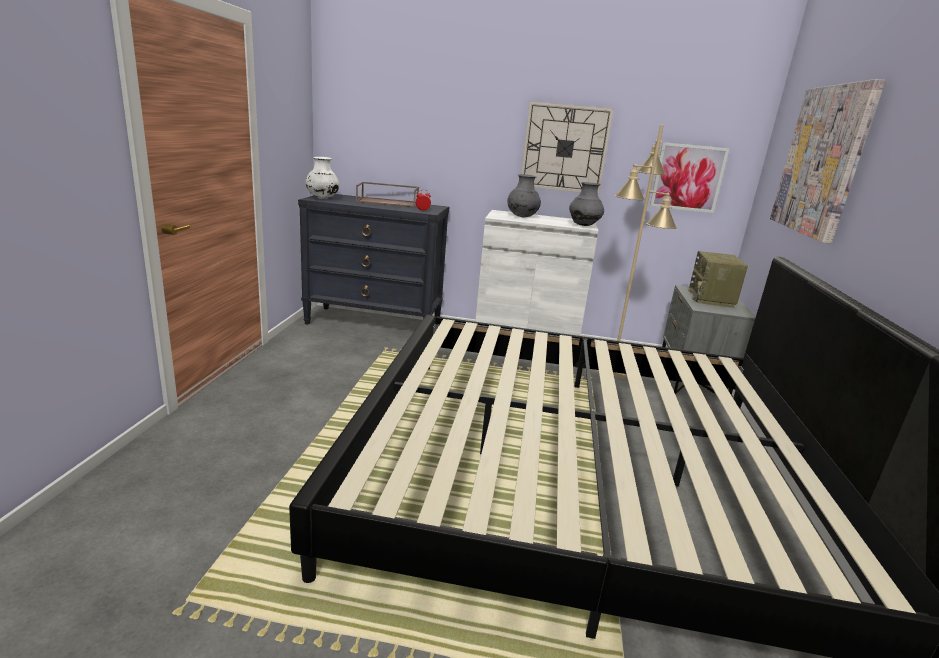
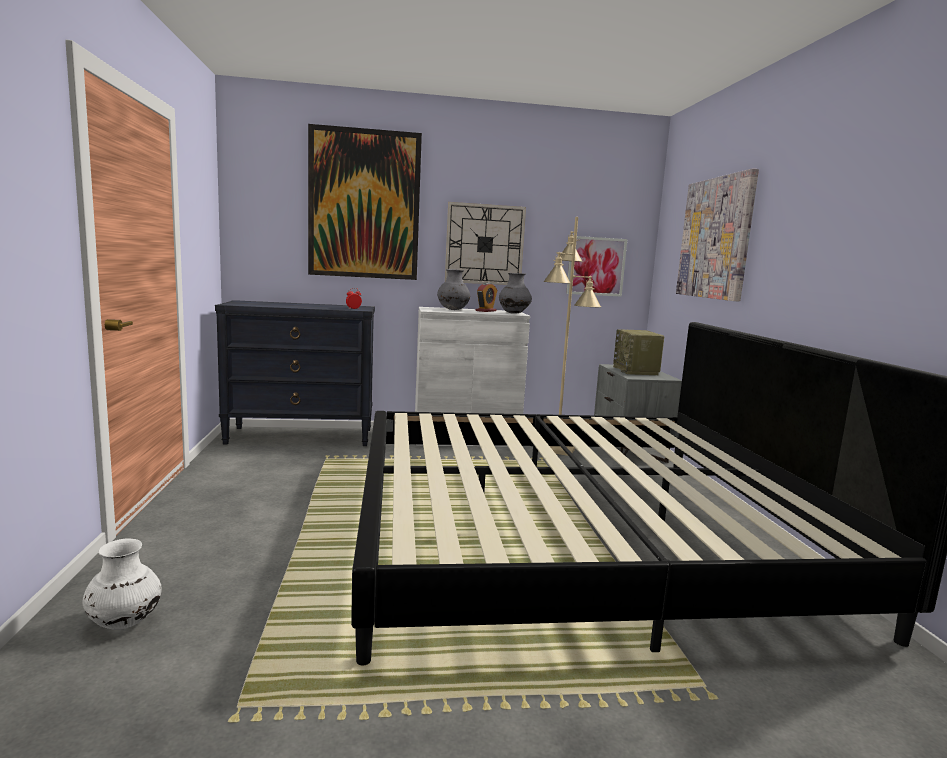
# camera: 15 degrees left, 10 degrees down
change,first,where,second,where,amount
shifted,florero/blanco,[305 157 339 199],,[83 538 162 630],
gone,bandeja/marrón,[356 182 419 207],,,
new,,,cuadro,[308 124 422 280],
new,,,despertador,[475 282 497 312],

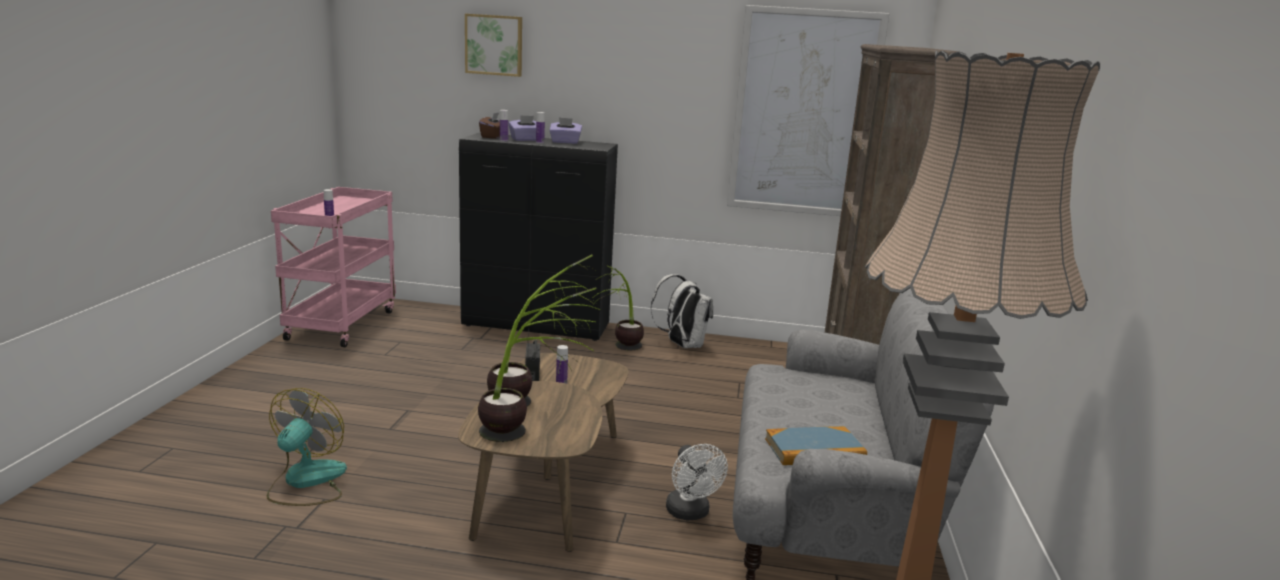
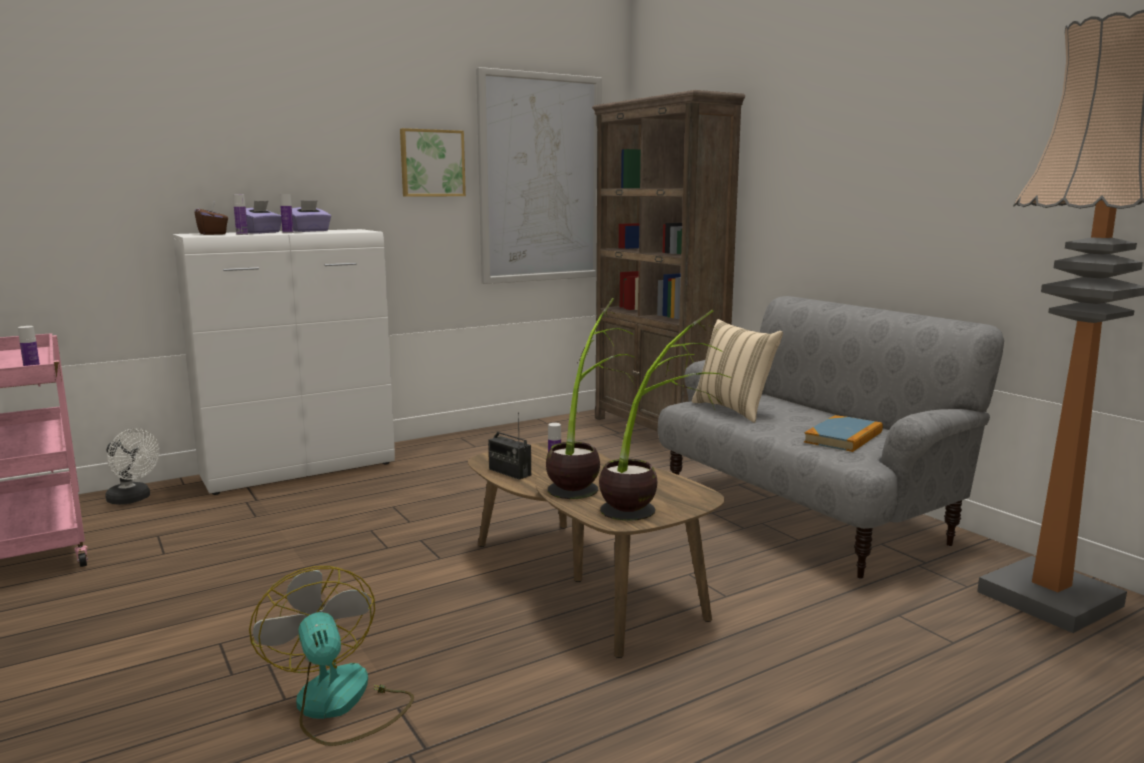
# camera: 40 degrees left, 5 degrees down
change,first,where,second,where,amount
shifted,cuadro,[465 14 522 77],,[400 128 466 197],
repainted,armario/negro,[459 133 618 341],armario/blanco,[173 229 395 495],
gone,planta en maceta,[594 265 644 351],,,
gone,mochila/blanco,[651 274 713 348],,,
shifted,ventilador/blanco,[666 444 728 521],,[105 428 159 505],
new,,,cojín/beis,[692 319 783 423],

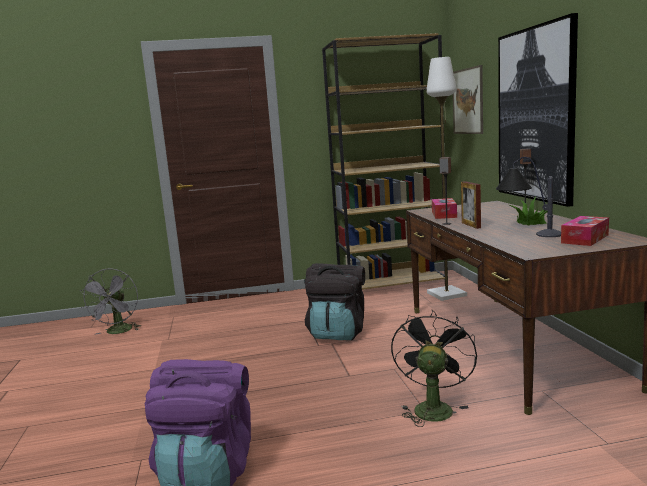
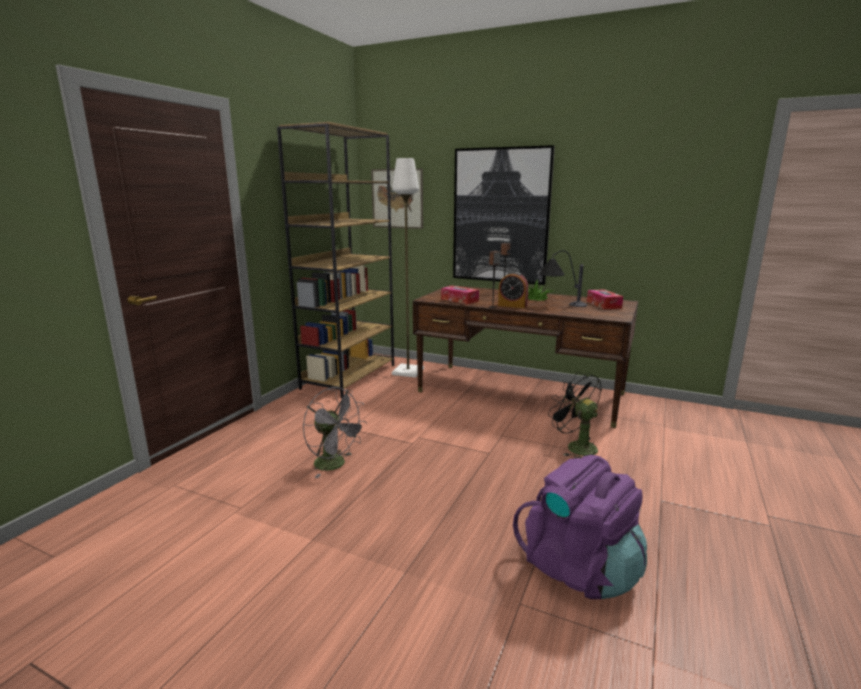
# camera: 55 degrees left, 5 degrees up
change,first,where,second,where,amount
swapped,portarretratos,[461 181 481 229],despertador,[498 272 528 308],
gone,mochila/negro,[304 263 365 341],,,
shifted,ventilador/gris,[80 268 140 334],,[303 387 367 478],

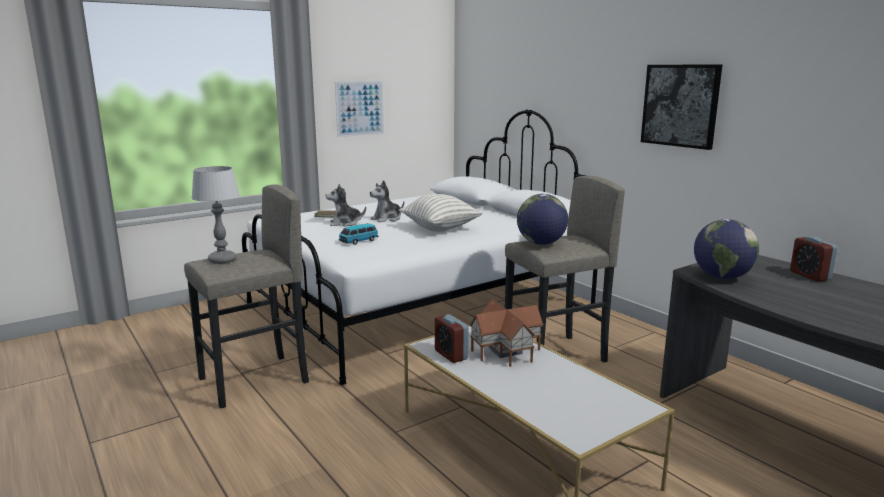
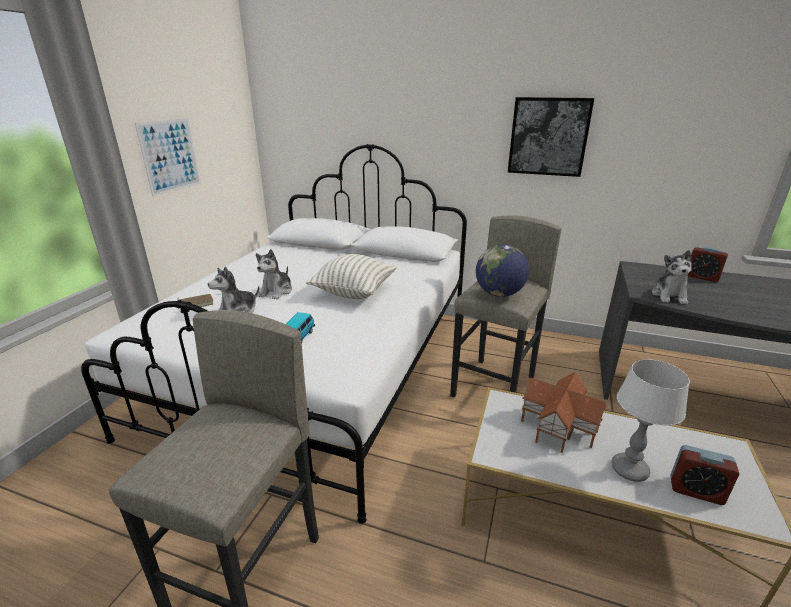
# camera: 35 degrees left, 10 degrees up
change,first,where,second,where,amount
shifted,lámpara de mesa,[192 166 240 264],,[612 359 690 482],
swapped,globo terráqueo,[694 219 759 279],peluche,[652 250 692 304],
shifted,despertador,[435 314 469 363],,[670 445 739 505],

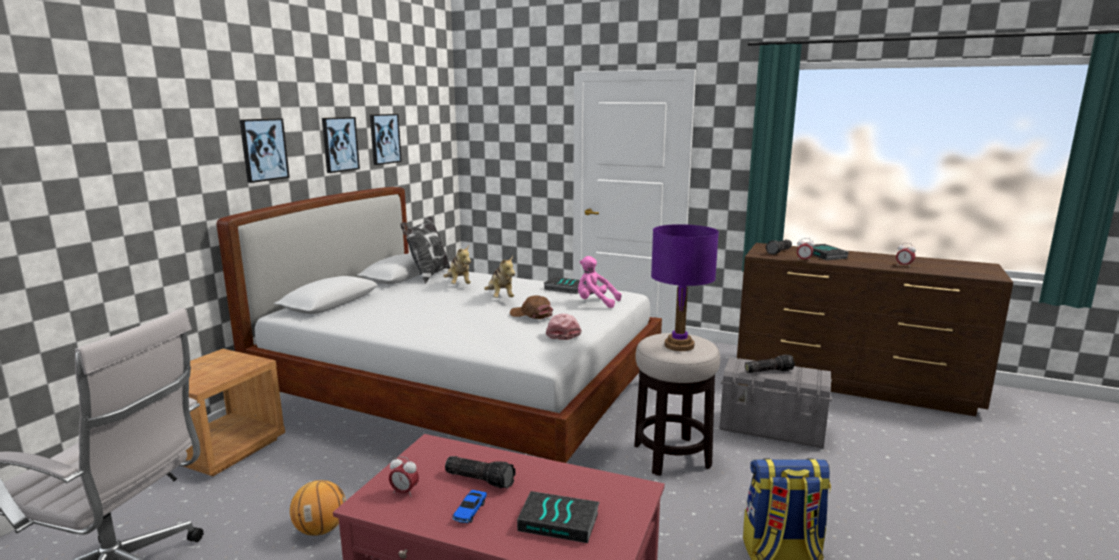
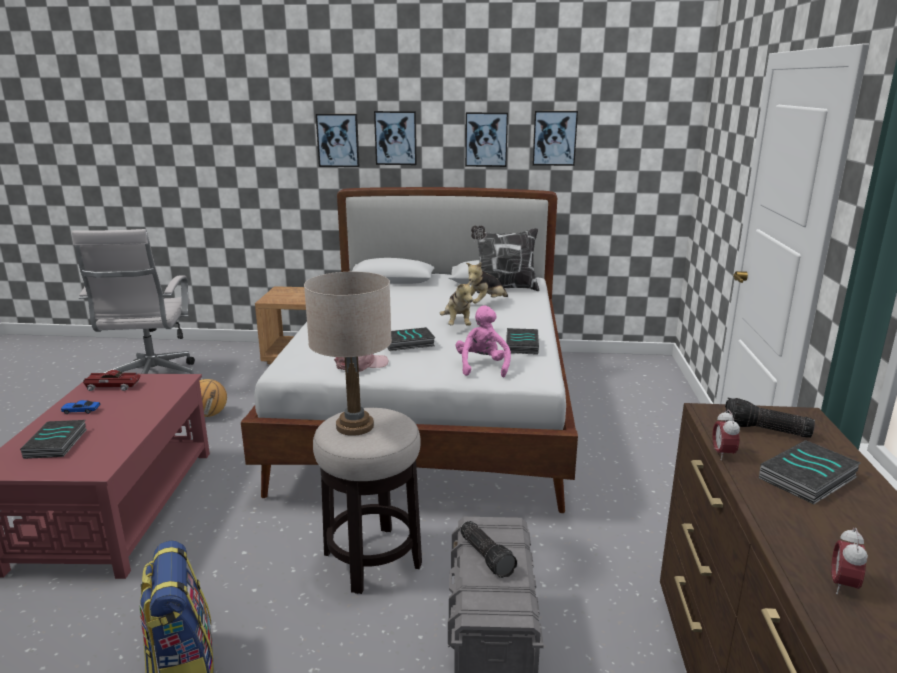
# camera: 70 degrees right, 5 degrees up
change,first,where,second,where,amount
repainted,lámpara de mesa/morado,[651 224 719 351],lámpara de mesa/beis,[304 272 392 436],
rotated,peluche,[484 256 515 298],,[440 279 473 326],60 degrees counterclockwise
swapped,gorra/marrón,[510 295 553 319],libro,[387 327 435 351],
swapped,despertador,[389 456 419 497],coche de juguete,[83 370 141 391],
gone,linterna,[445 456 516 488],,,
new,,,cuadro,[316 114 360 167],

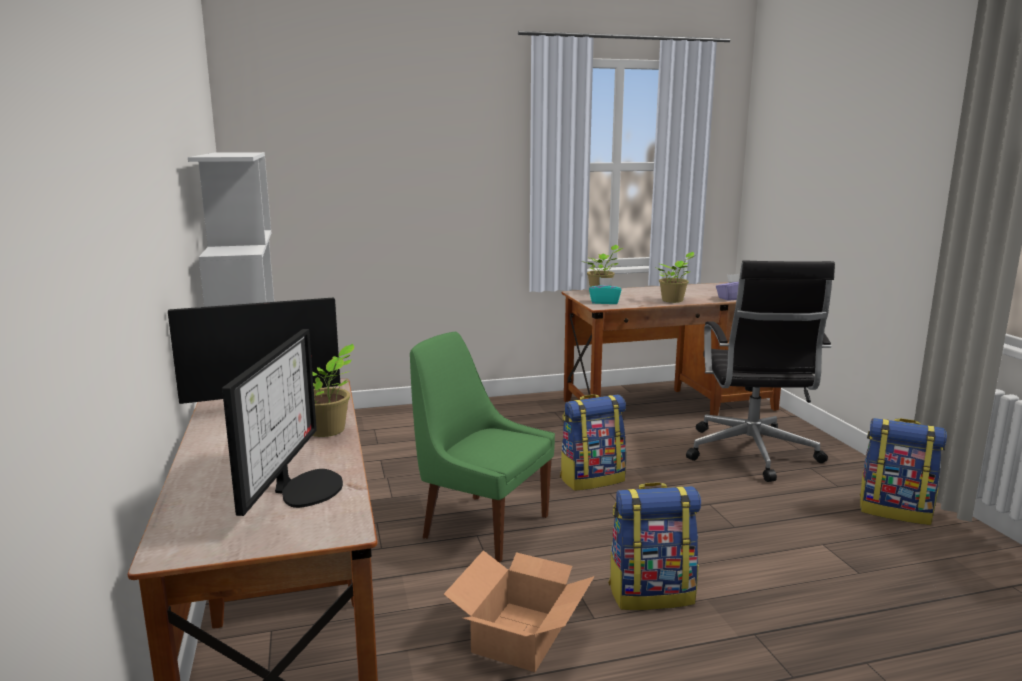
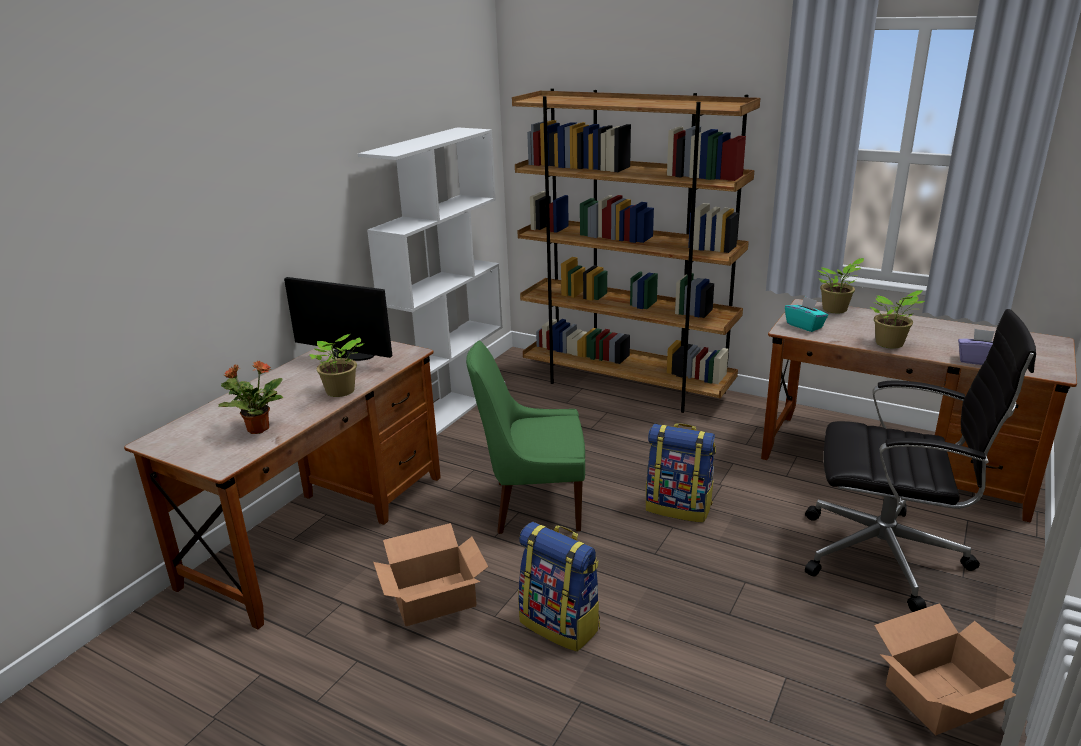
# camera: 45 degrees right, 10 degrees up
change,first,where,second,where,amount
rotated,silla de oficina/negro,[686 261 835 482],,[805 309 1036 612],120 degrees counterclockwise
swapped,monitor,[222 329 343 516],planta en maceta,[218 361 283 434],
rotated,silla/verde,[410 332 555 563],,[466 341 585 534],75 degrees counterclockwise
swapped,mochila,[860 418 947 525],caja de cartón,[874 603 1016 735],
new,,,estantería/marrón,[512 89 760 413],

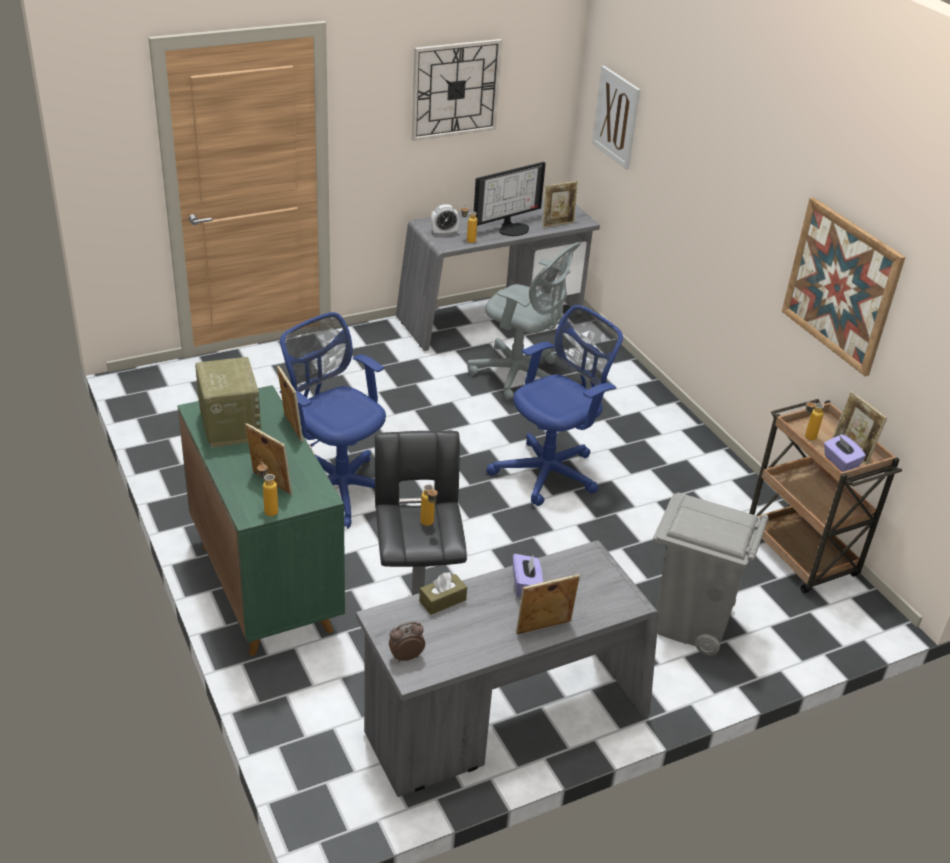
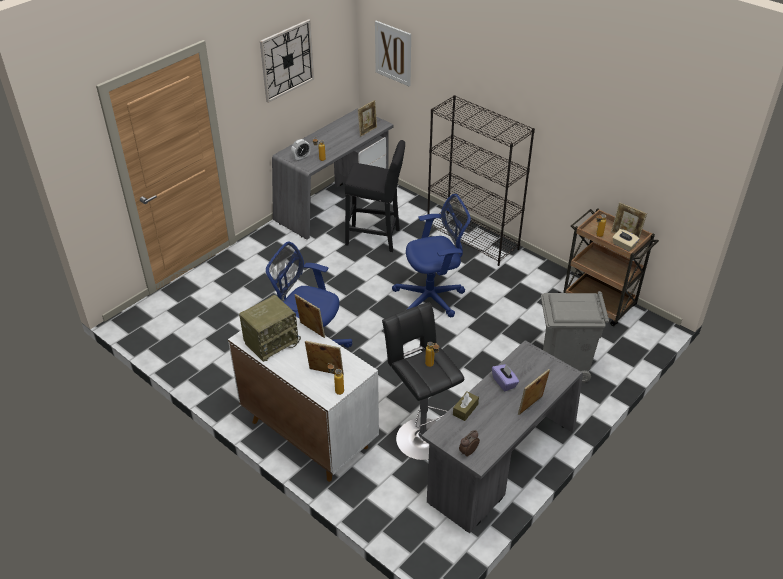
# camera: 20 degrees left, 5 degrees up
change,first,where,second,where,amount
gone,monitor,[474 162 546 236],,,
gone,cuadro,[782 197 905 376],,,
swapped,silla de oficina/gris,[467 242 580 400],taburete/negro,[345 140 405 252],
rotated,silla de oficina/azul,[486 305 623 506],,[392 194 471 317],45 degrees clockwise
rotated,radio,[195 357 261 448],,[239 295 301 362],90 degrees clockwise
repainted,armario/verde,[178 385 345 656],armario/blanco,[228 317 379 482],
repainted,caja de pañuelos/morado,[824 434 866 472],caja de pañuelos/beis,[612 229 639 251],
new,,,estantería/negro,[427 95 535 266],

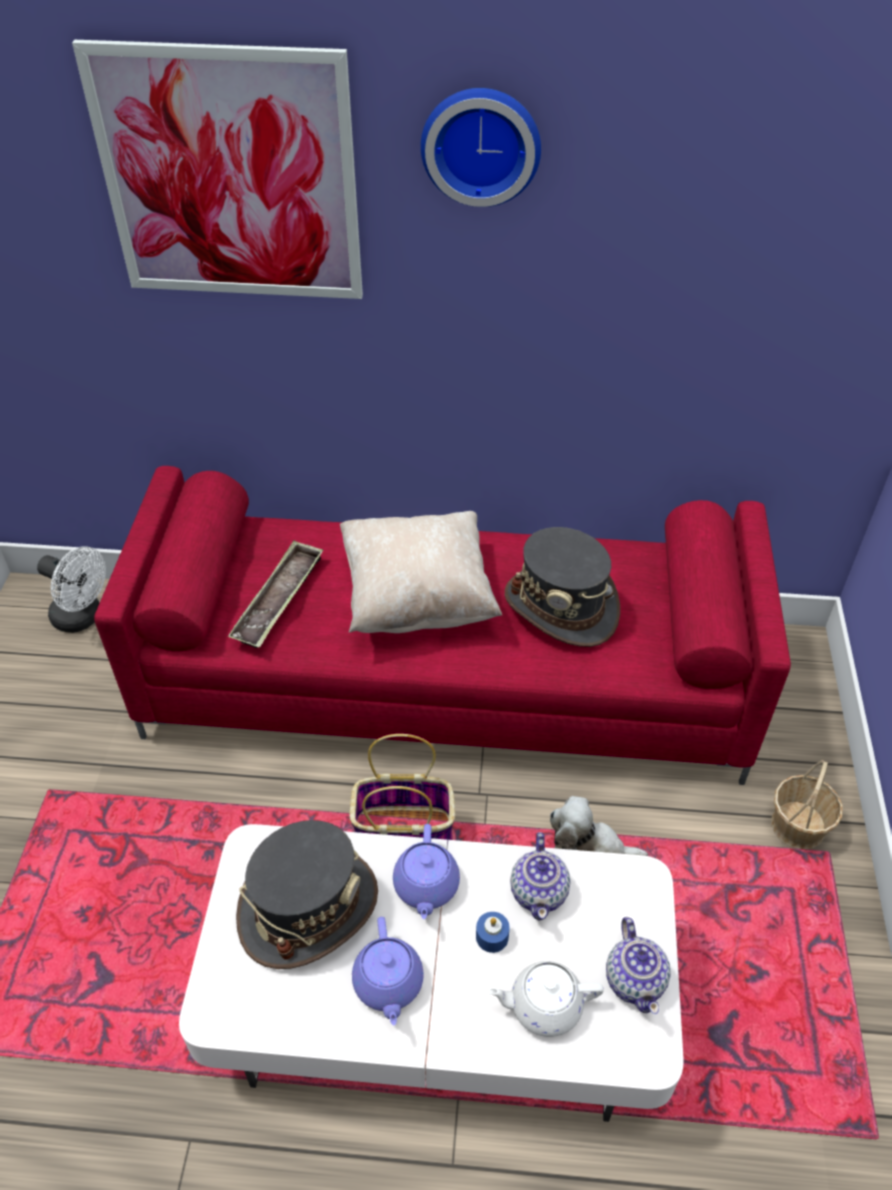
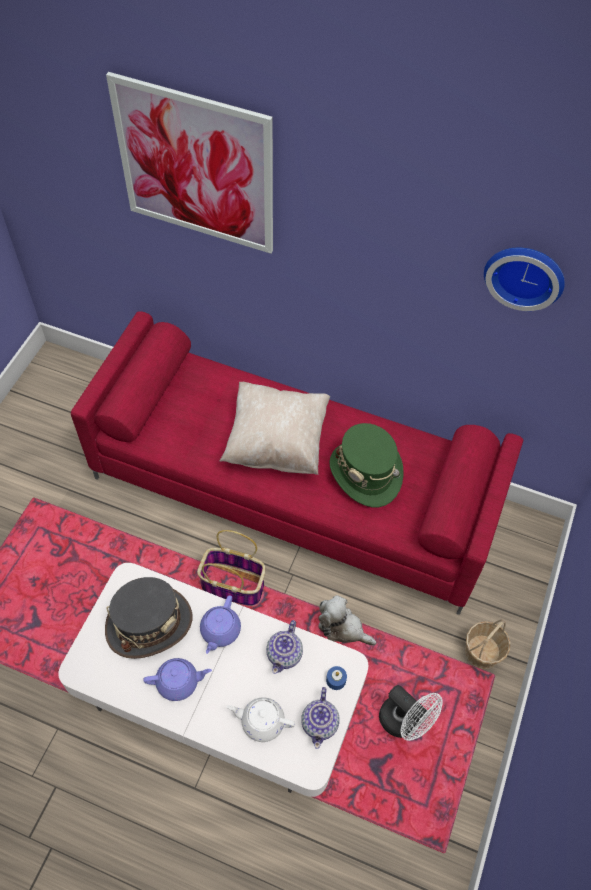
# camera: 15 degrees right, 10 degrees up
change,first,where,second,where,amount
shifted,reloj de pared,[421 88 541 207],,[484 248 565 311],
repainted,sombrero/gris,[505 527 620 647],sombrero/verde,[329 423 404 507],
gone,bandeja,[228 540 323 648],,,
shifted,ventilador/blanco,[37 546 106 633],,[379 685 443 741],
shifted,vela/azul,[476 912 510 953],,[326 666 347 690],
rotated,tetera/morado,[352 917 424 1025],,[143 658 212 701],105 degrees counterclockwise

